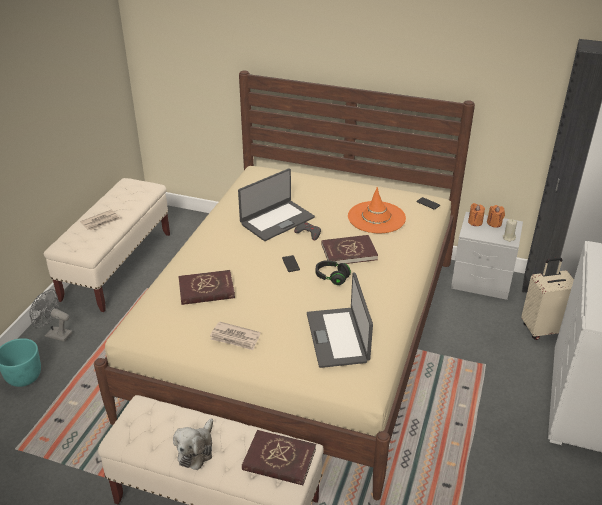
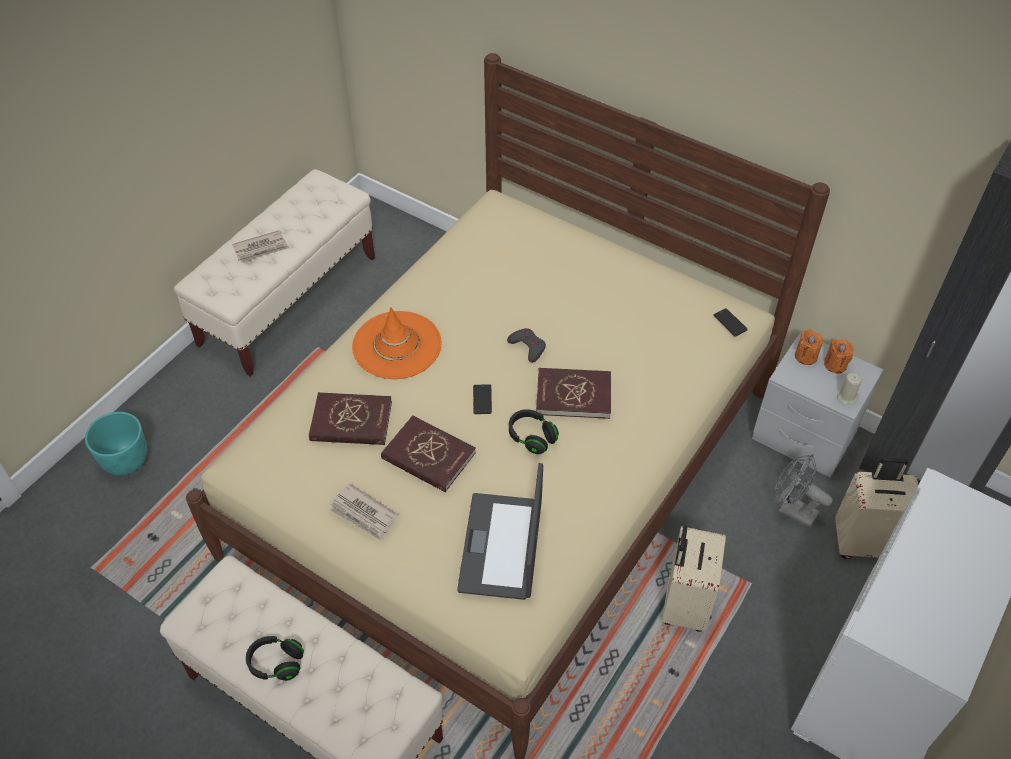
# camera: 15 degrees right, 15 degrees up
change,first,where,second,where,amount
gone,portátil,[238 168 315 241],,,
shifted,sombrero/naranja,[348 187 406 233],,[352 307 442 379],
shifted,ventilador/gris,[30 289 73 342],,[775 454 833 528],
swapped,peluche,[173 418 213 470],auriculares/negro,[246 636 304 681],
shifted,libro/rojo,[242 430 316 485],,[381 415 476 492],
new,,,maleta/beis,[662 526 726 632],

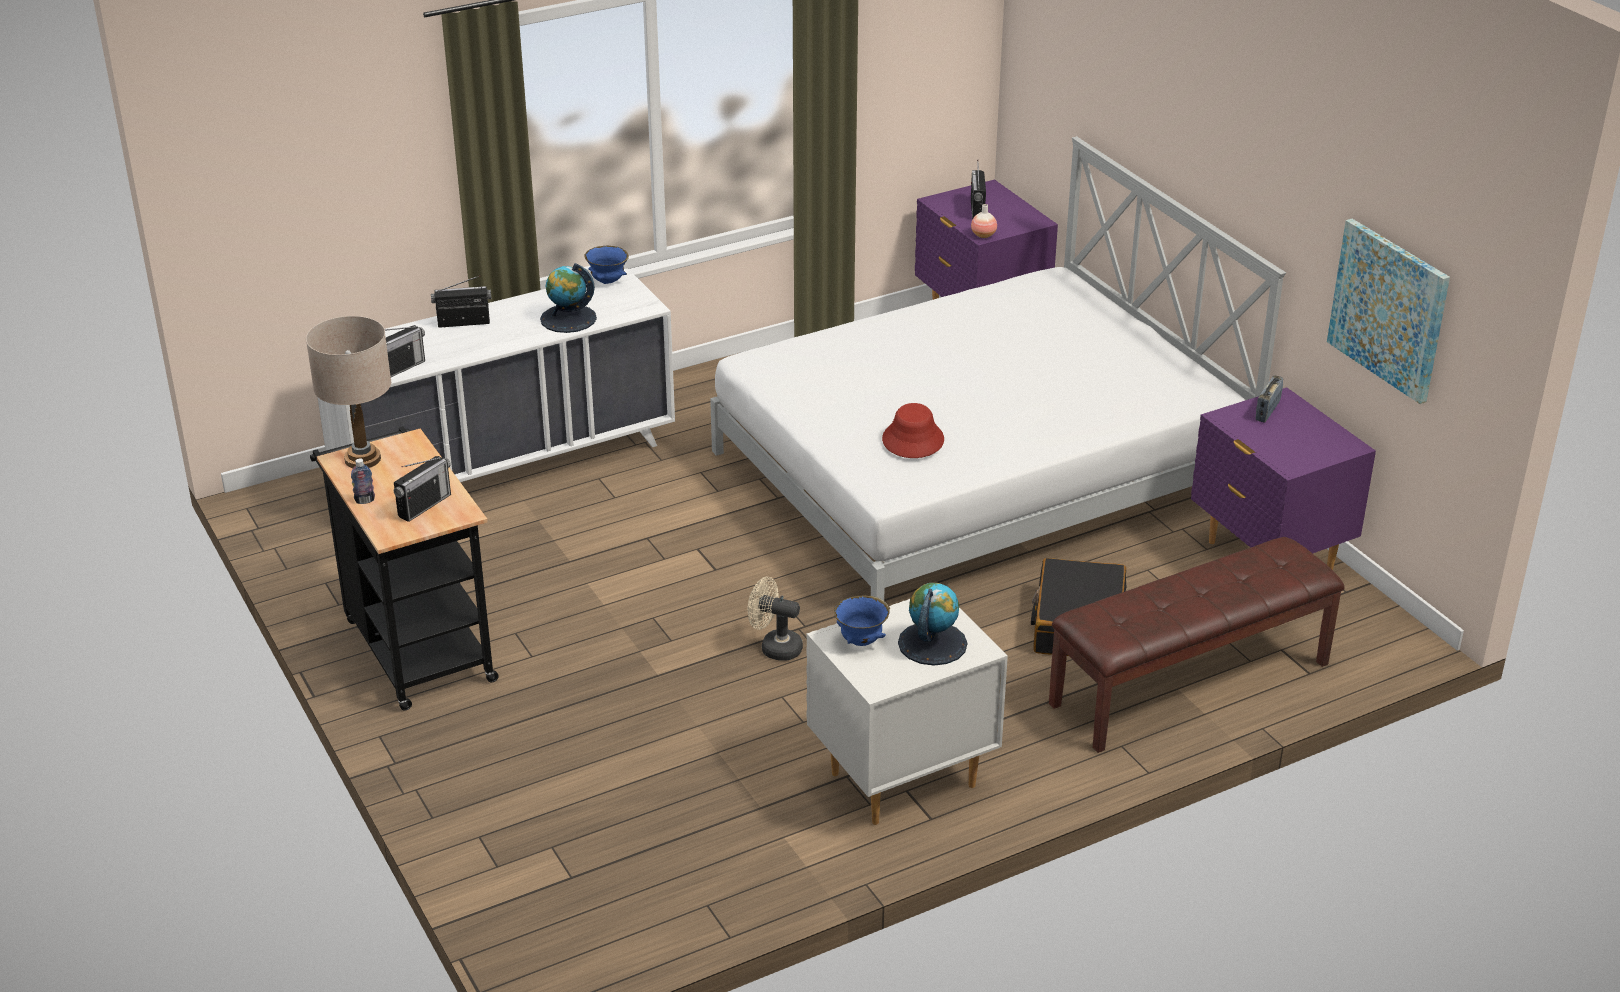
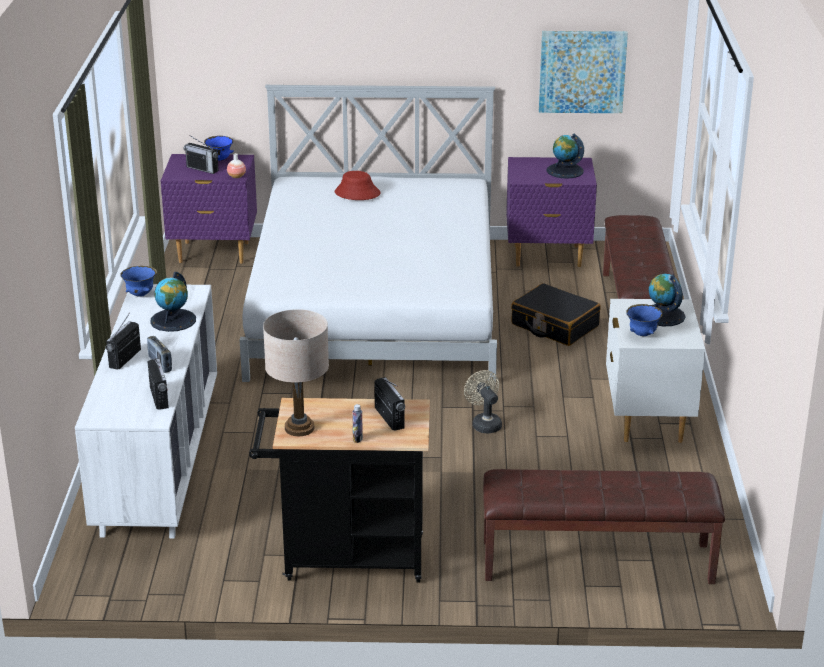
# camera: 60 degrees left, 5 degrees down
change,first,where,second,where,amount
shifted,radio,[1256 376 1283 422],,[147 336 172 373],
shifted,sombrero/rojo,[882 403 944 458],,[335 171 381 200],
rotated,ventilador/beis,[747 577 803 661],,[464 370 502 434],105 degrees clockwise
new,,,globo terráqueo,[546 133 584 179],
new,,,cuenco/azul,[204 136 234 161],
new,,,banco/marrón,[483 469 725 584],

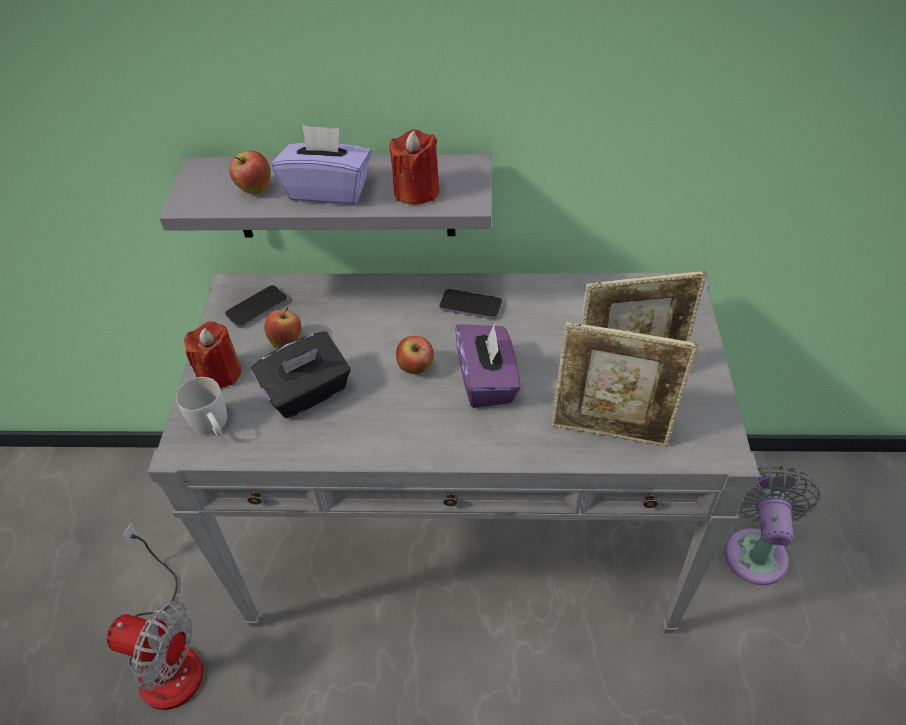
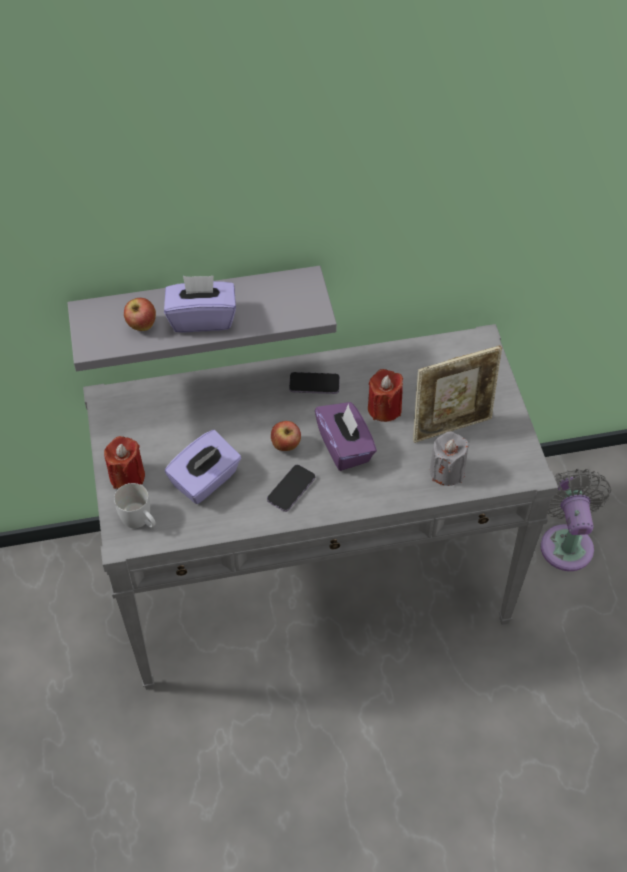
# camera: 15 degrees left, 5 degrees up
change,first,where,second,where,amount
shifted,vela/rojo,[390 129 440 205],,[368 369 403 422],
shifted,móvil,[225 285 288 328],,[267 465 315 512],
gone,manzana,[264 307 301 349],,,
swapped,portarretratos,[551 322 698 447],vela/gris,[430 431 470 486],
repainted,caja de pañuelos/negro,[251 331 350 419],caja de pañuelos/morado,[165 430 242 504],
gone,ventilador,[107 523 203 710],,,

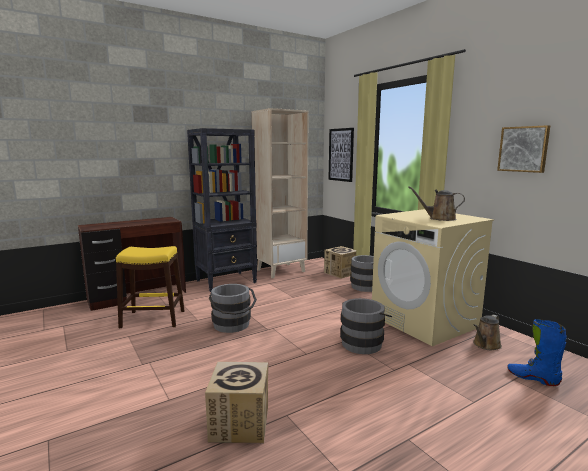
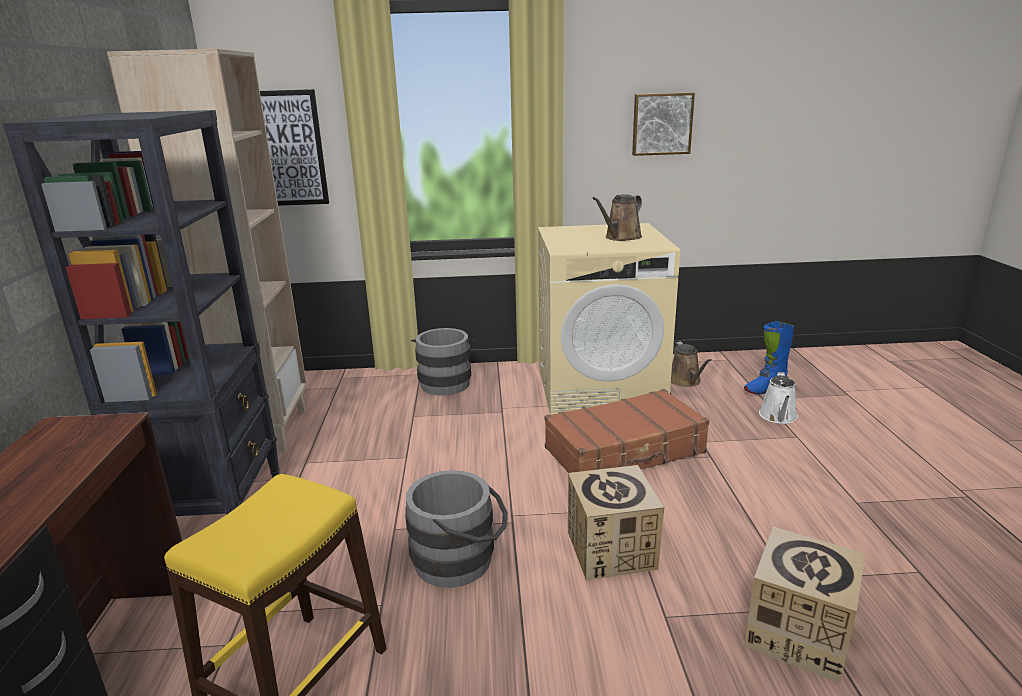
# camera: 60 degrees left, 10 degrees up
change,first,where,second,where,amount
shifted,caja de cartón,[324 246 356 279],,[568 465 664 580],
swapped,cubo/gris,[340 298 392 354],maleta/marrón,[545 389 709 473],
new,,,regadera/blanco,[759 372 798 424],

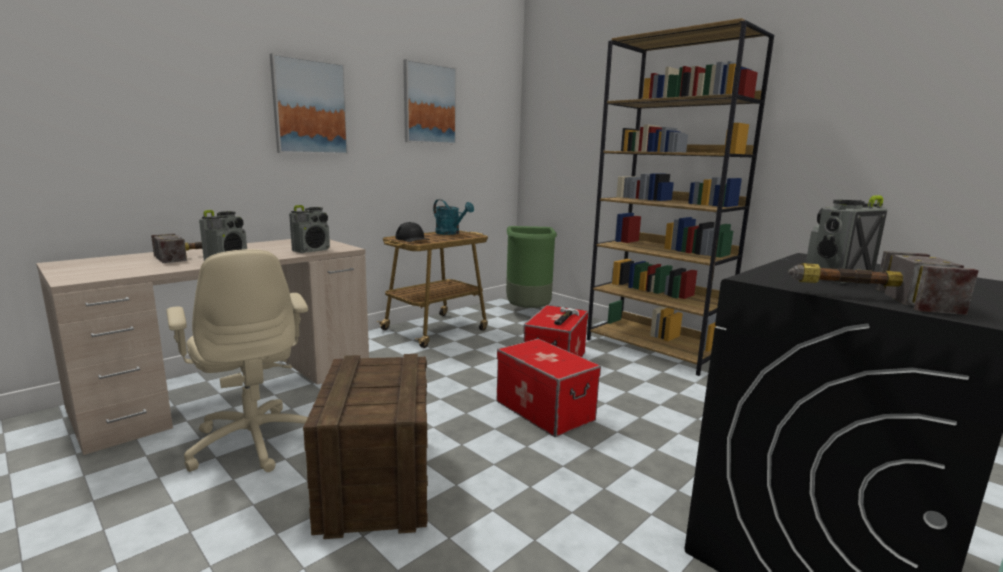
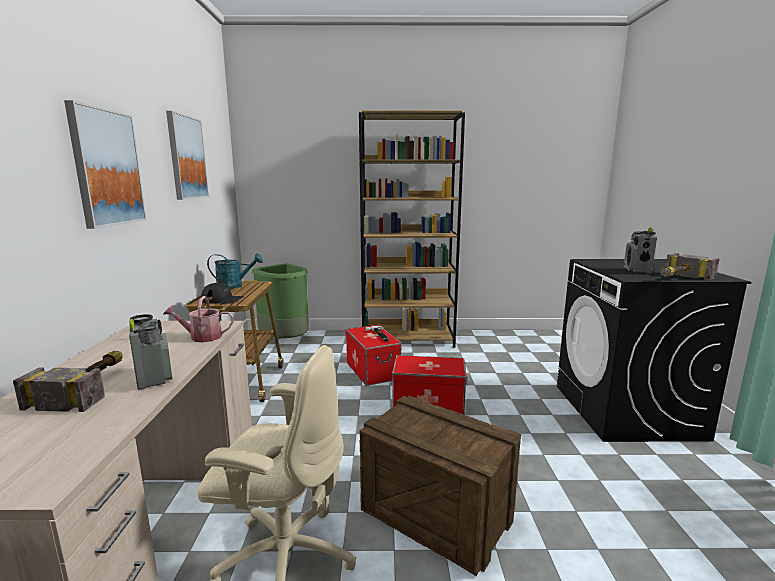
# camera: 45 degrees left, 0 degrees up
change,first,where,second,where,amount
swapped,radio,[289 205 330 253],regadera,[163 296 234 342],

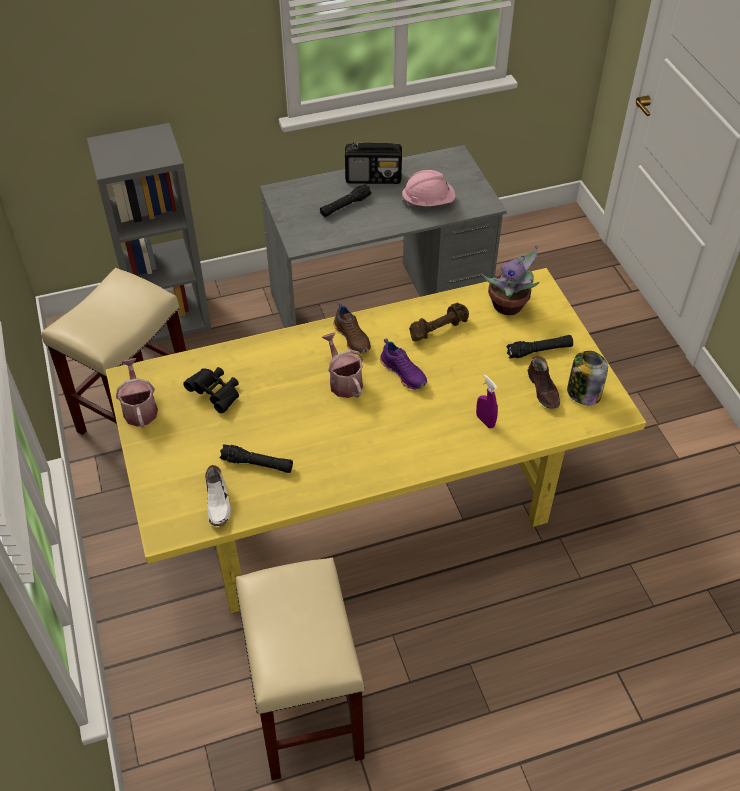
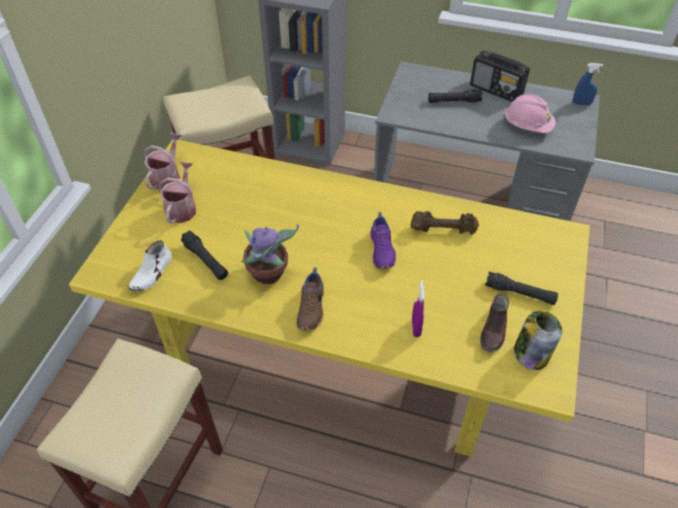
# camera: 35 degrees right, 0 degrees up
change,first,where,second,where,amount
shifted,planta en maceta,[483 244 539 315],,[241 224 299 284],
shifted,zapato/marrón,[333 302 371 355],,[297 267 324 331],
shifted,regadera,[322 332 363 398],,[159 162 196 224],
gone,prismáticos/negro,[184 367 239 413],,,
new,,,pulverizador/azul,[573 63 603 105],

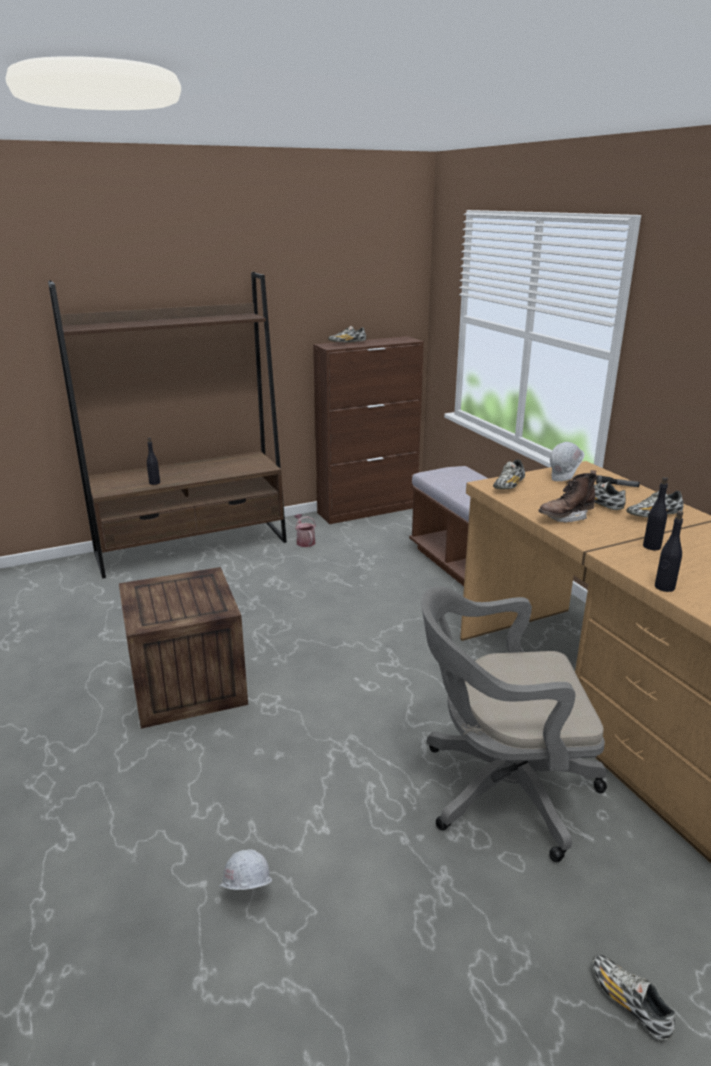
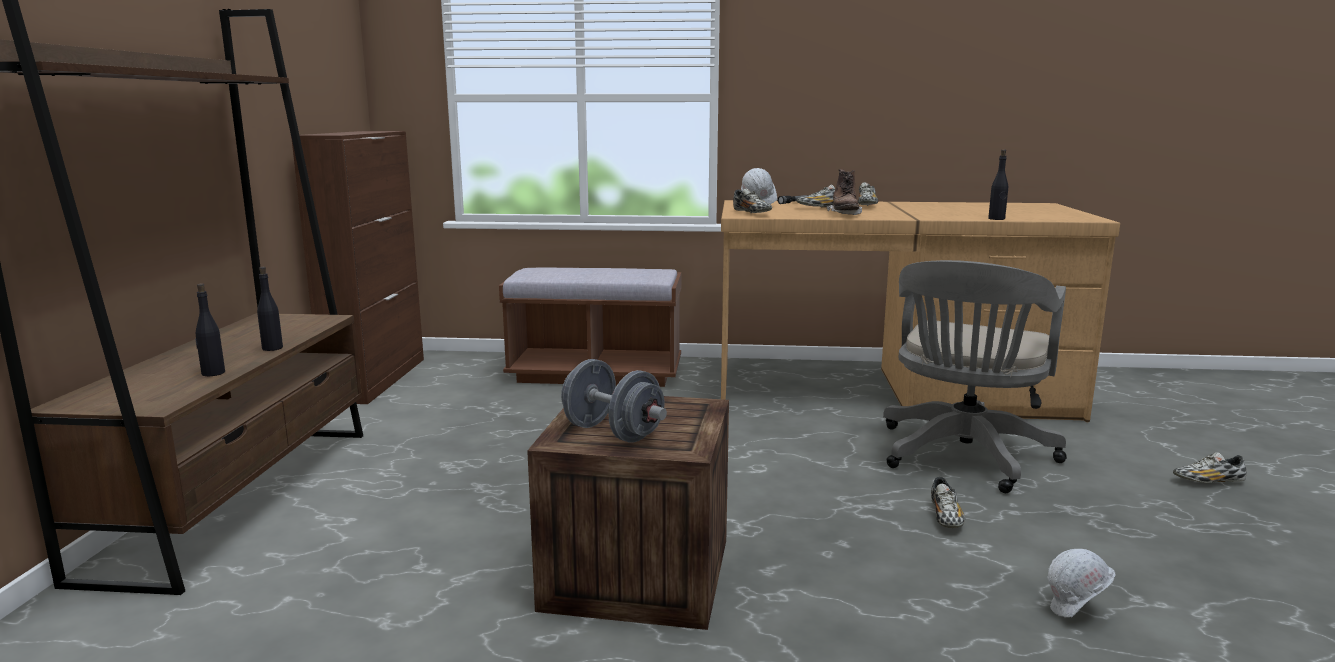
# camera: 60 degrees left, 10 degrees down
change,first,where,second,where,amount
shifted,zapato,[328 326 366 343],,[931 477 965 528],
shifted,botella/negro,[643 477 668 550],,[257 267 283 351],
gone,regadera,[294 514 316 547],,,
new,,,mancuerna/gris,[561 359 667 443],

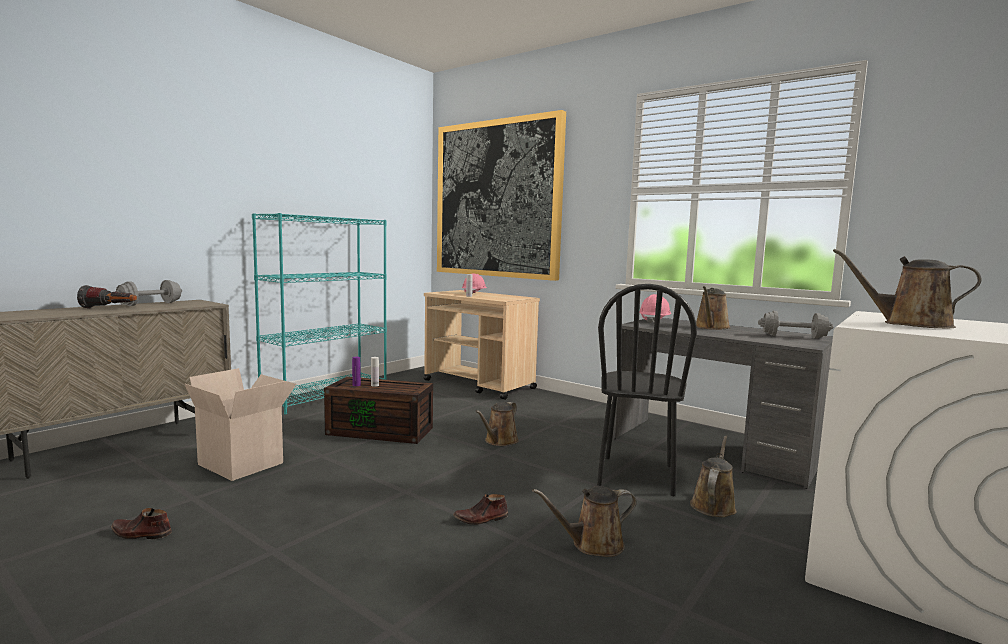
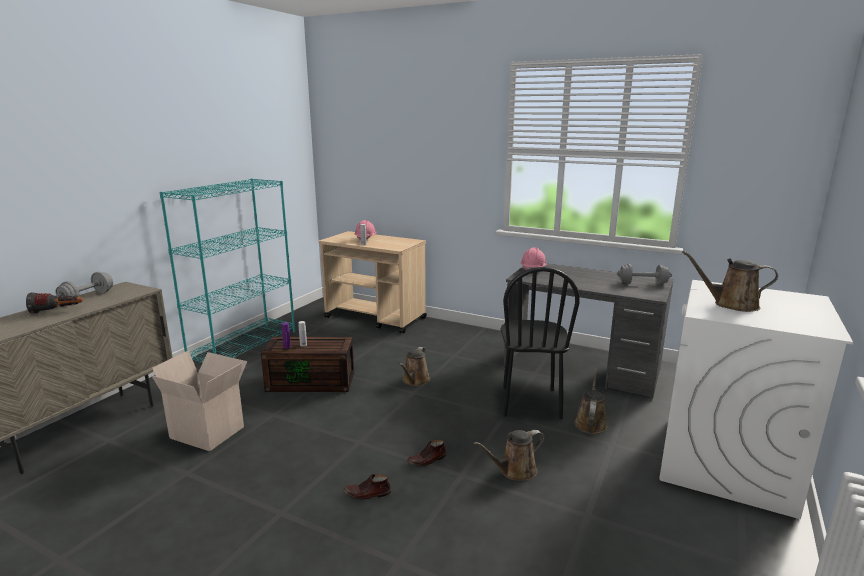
# camera: 10 degrees left, 10 degrees up
change,first,where,second,where,amount
gone,cuadro,[437 110 566 281],,,
gone,regadera/marrón,[696 286 730 330],,,
shifted,zapato/marrón,[111 508 172 539],,[343 474 391 500],

